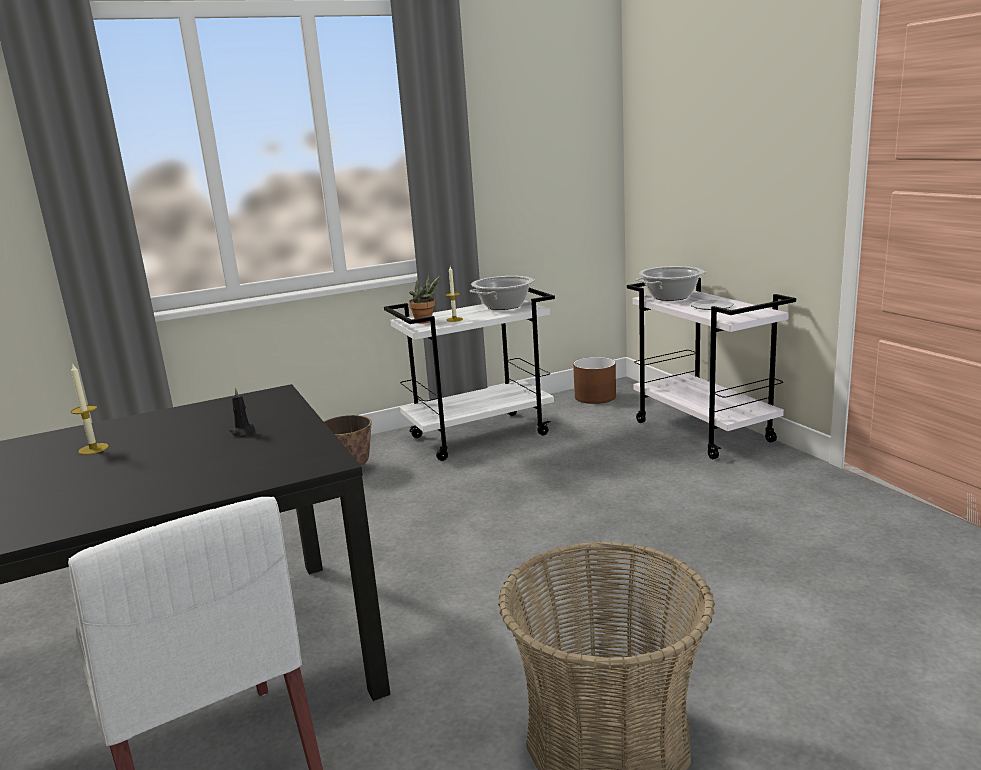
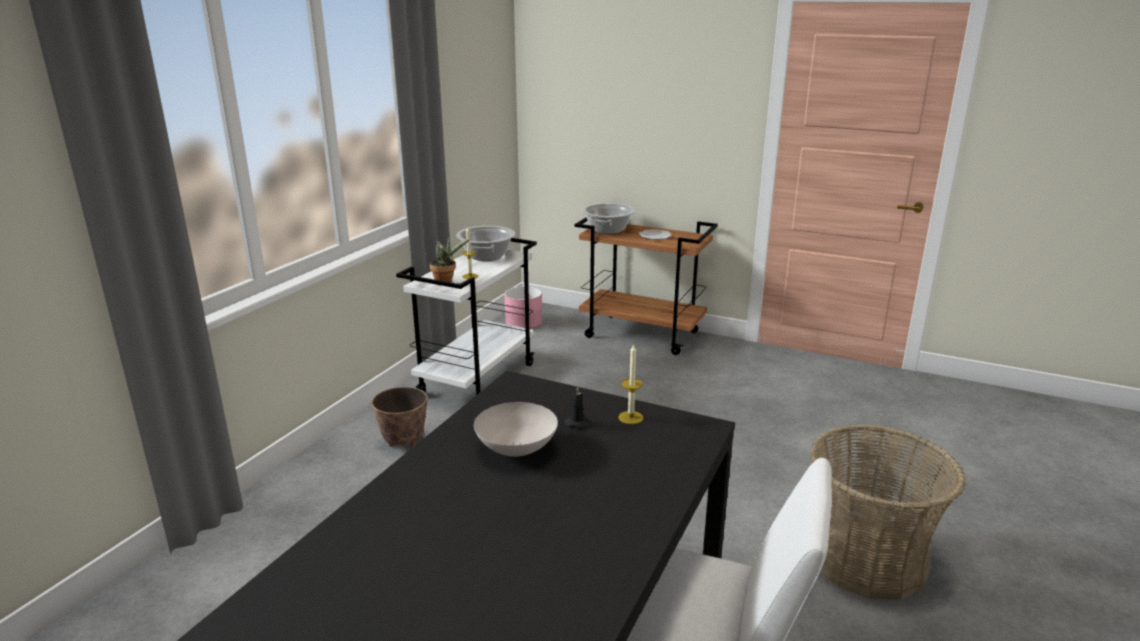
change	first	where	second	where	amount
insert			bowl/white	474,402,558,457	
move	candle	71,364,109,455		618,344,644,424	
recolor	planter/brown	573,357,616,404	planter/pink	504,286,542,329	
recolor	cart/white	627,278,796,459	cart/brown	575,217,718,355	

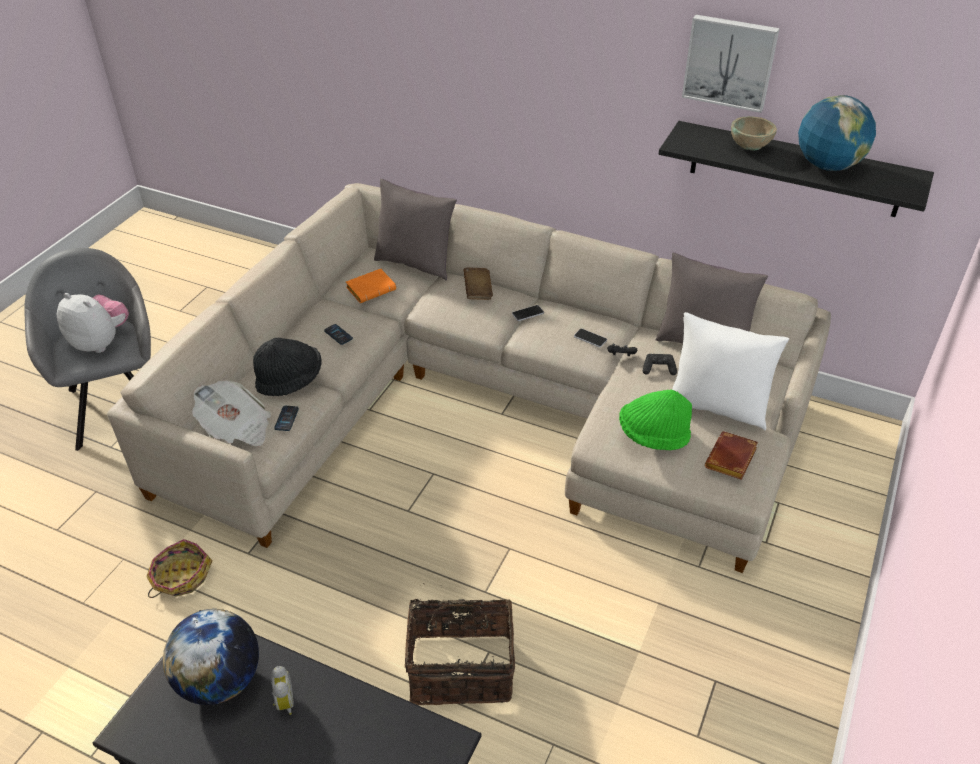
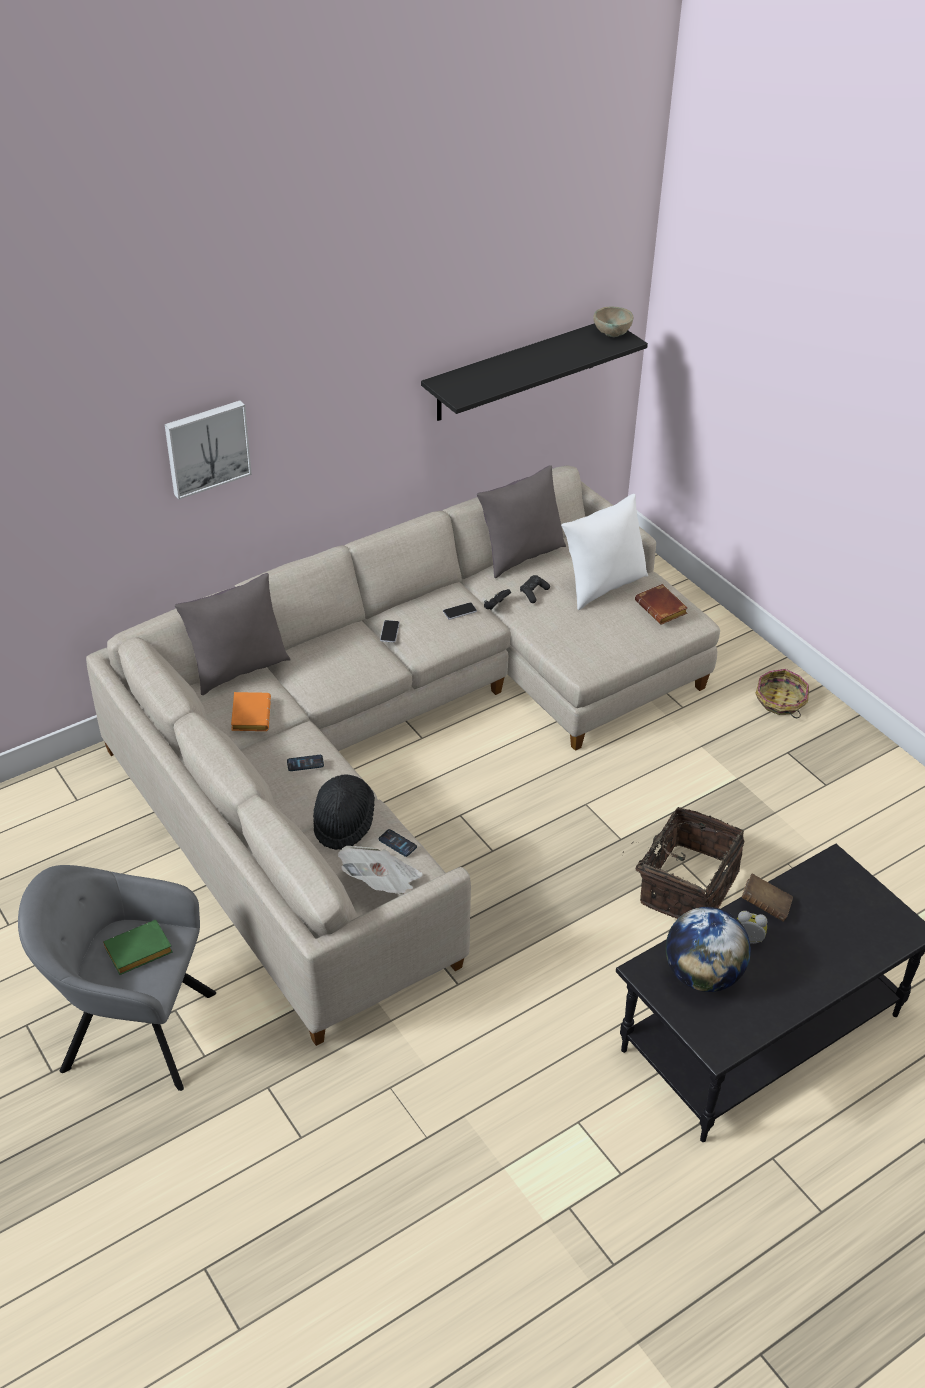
change	first	where	second	where	amount
delete	hat/green	619,390,692,450			
delete	globe	798,95,876,171			
move	basket	146,539,213,598		755,669,809,718	
move	book/brown	464,267,493,300		742,874,793,922	
move	picture	682,15,780,113		165,400,252,500	
move	bowl/beige	731,116,777,151		593,307,633,337	
replace	plush toy	57,293,129,353	book/green	103,920,173,975	

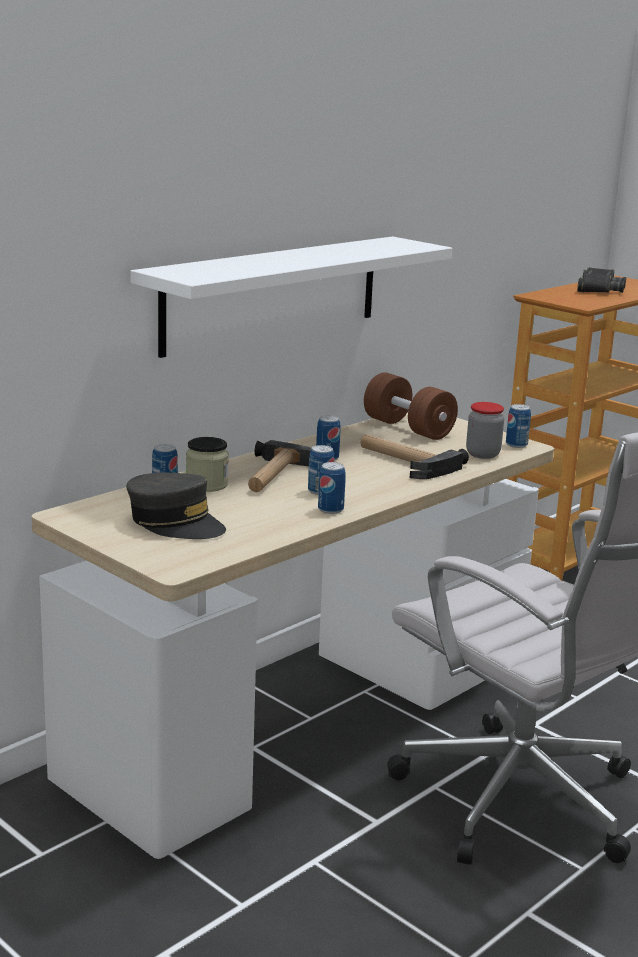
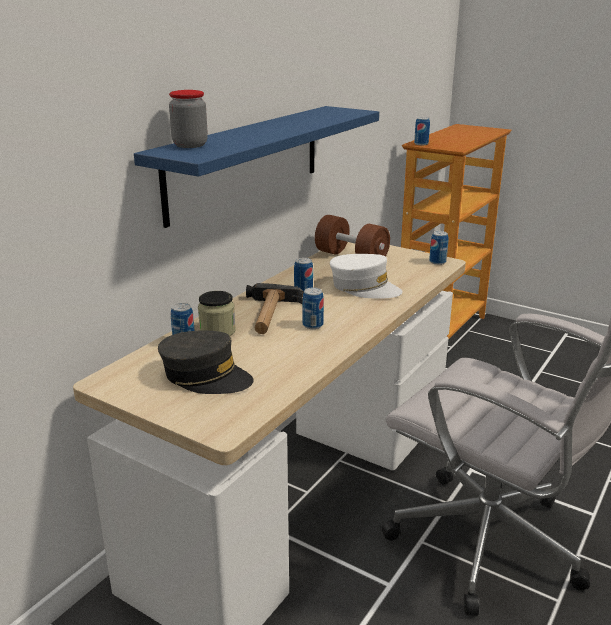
change	first	where	second	where	amount
delete	binoculars/black	577,267,626,293			
move	can	318,462,346,514		414,117,430,145	
move	jar	466,402,504,459		169,90,208,148	
replace	hammer	361,434,469,479	cap/white	330,254,403,299	
recolor	shelf/white	130,236,452,358	shelf/blue	134,106,379,228	

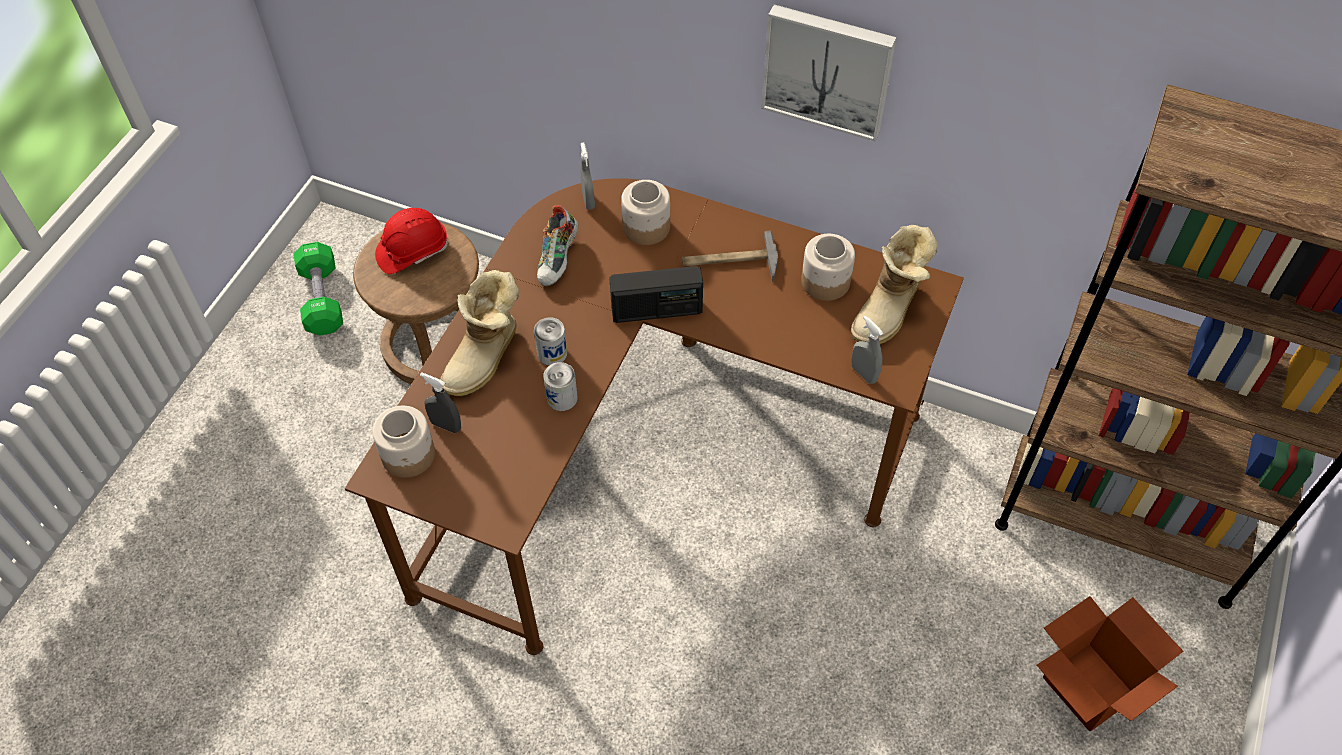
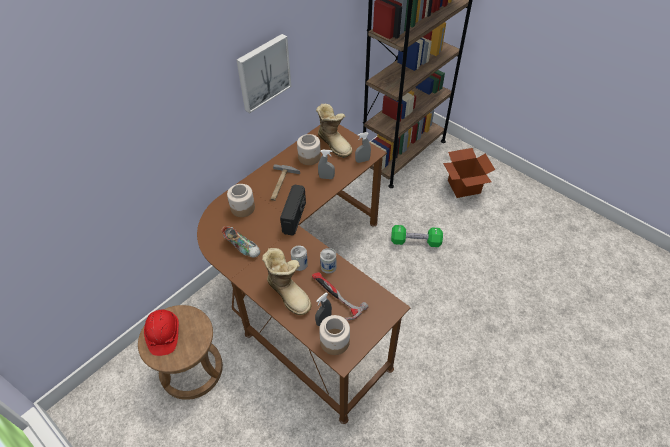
change	first	where	second	where	amount
insert			hammer	312,272,368,320	
move	dumbbell/green	294,242,343,336		391,225,443,247	
move	spray bottle/grey	580,142,595,210		318,150,335,179	

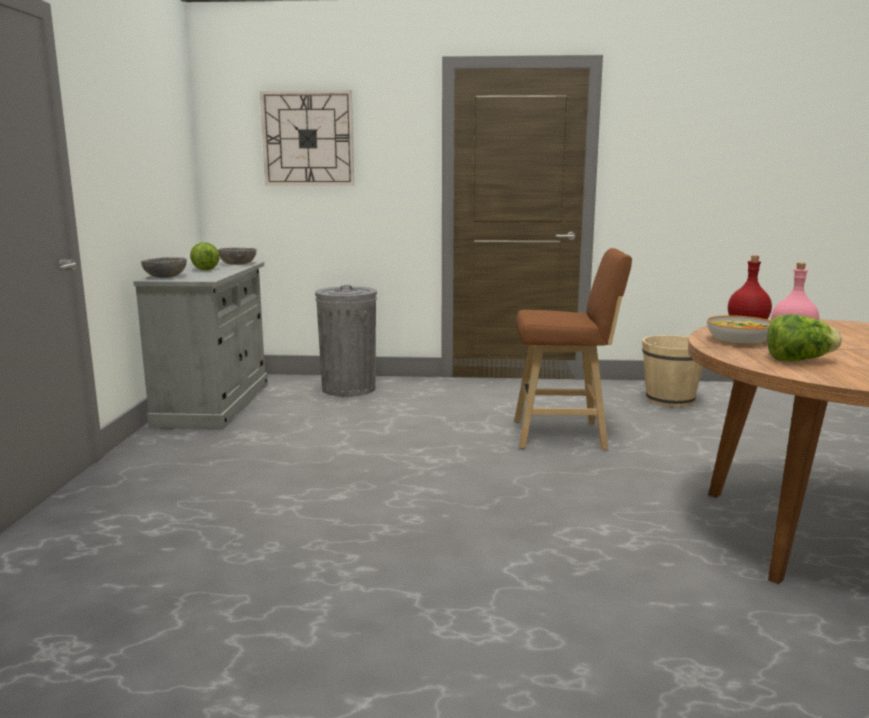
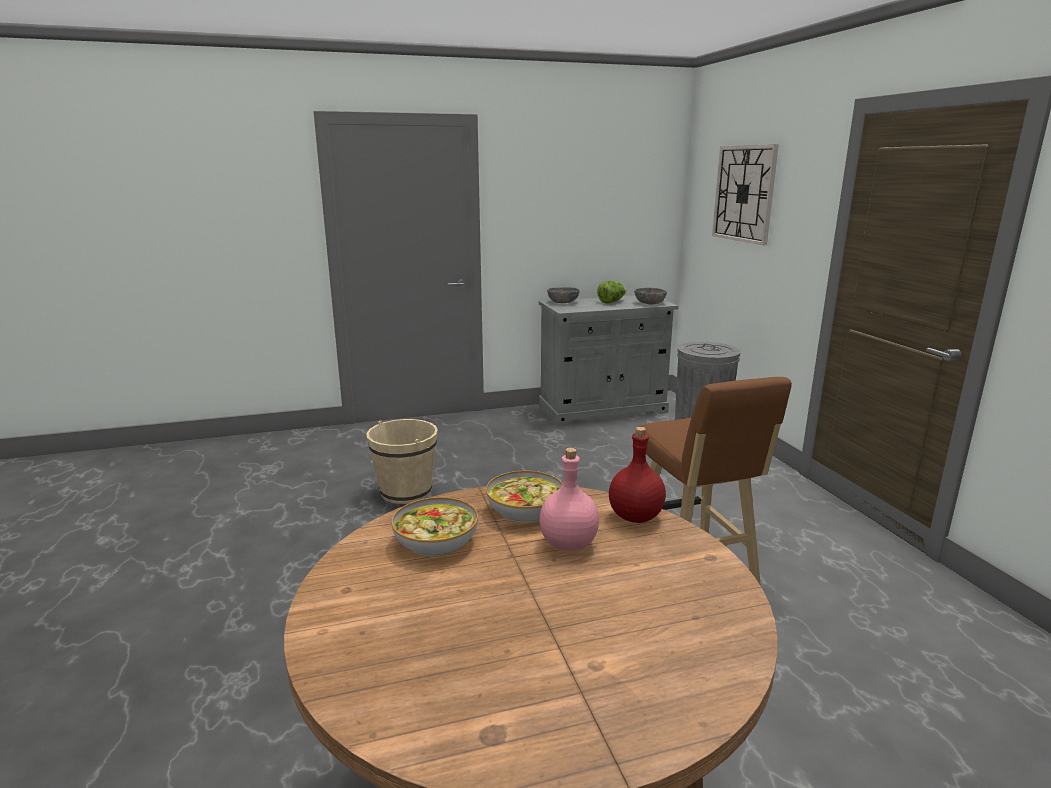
change	first	where	second	where	amount
move	bucket/beige	642,335,703,407		366,419,438,504	
replace	lettuce	767,314,842,362	bowl	392,497,478,557	

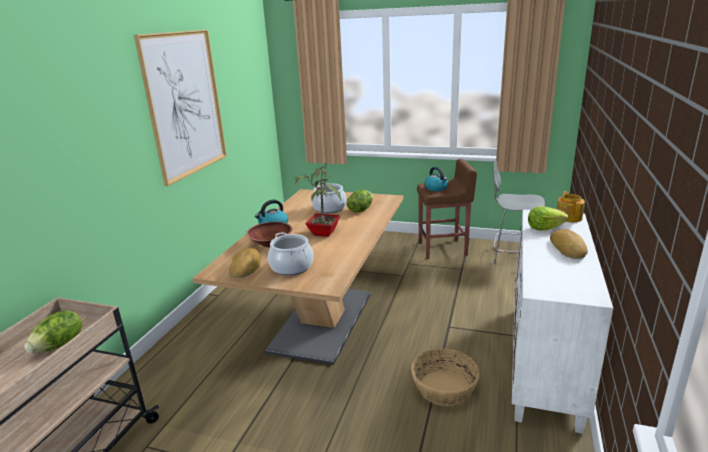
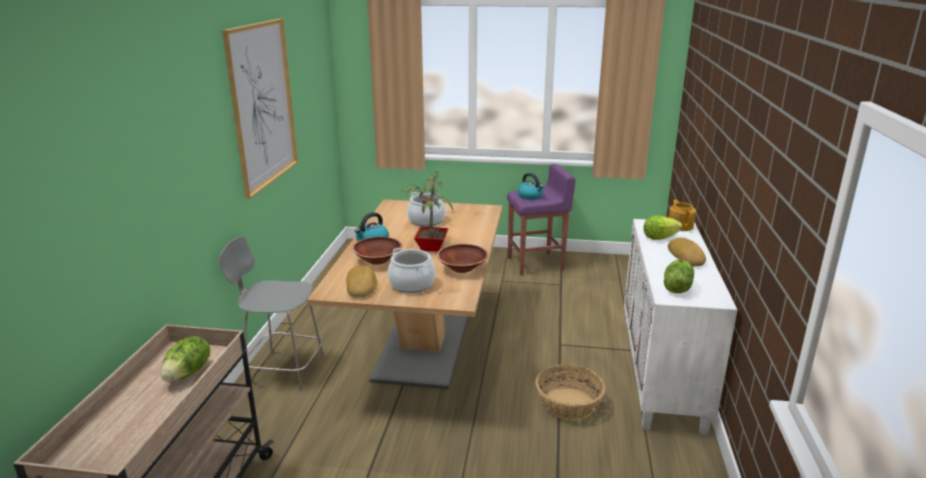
change	first	where	second	where	amount
insert			bowl/brown	437,244,488,273	
move	lettuce	347,190,373,212		664,260,694,293	
move	chair/grey	493,161,545,264		219,237,325,391	
recolor	stool/brown	417,159,477,259	stool/purple	507,164,575,275	

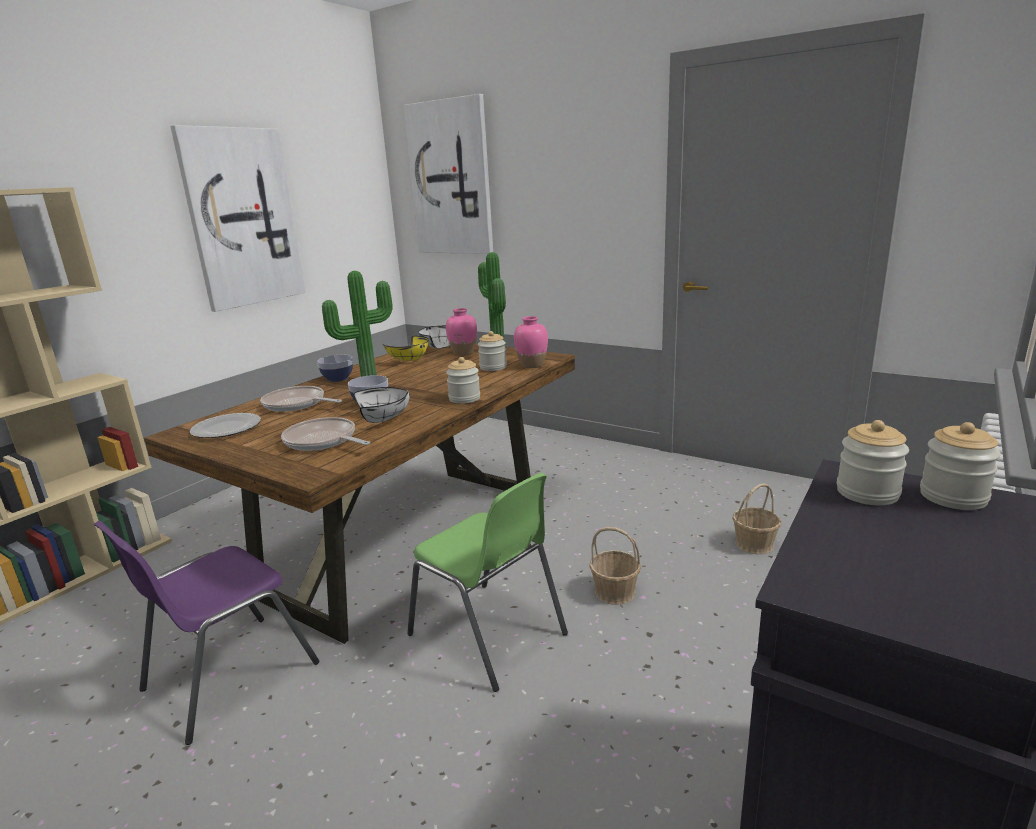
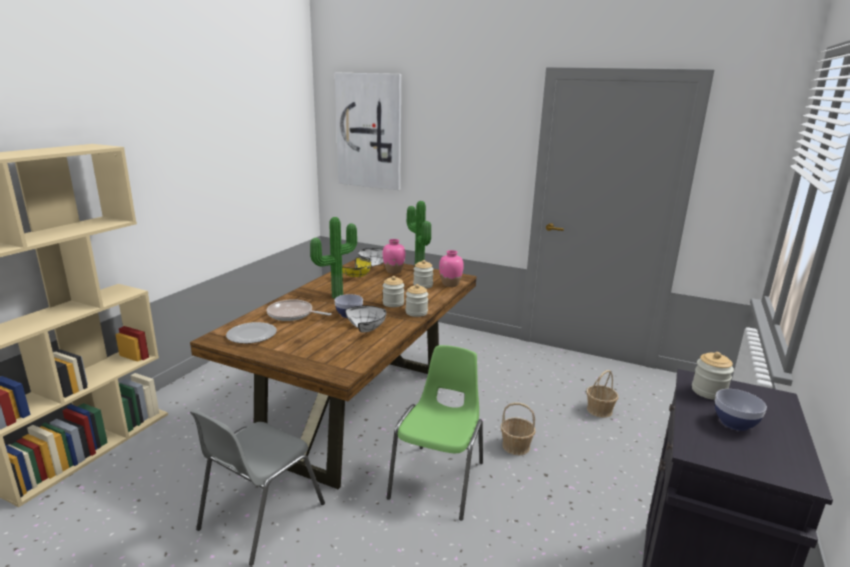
change	first	where	second	where	amount
delete	picture	170,125,306,312			
delete	frying pan	281,417,370,451			
move	bowl	317,355,353,382		715,389,767,431	
move	jar	920,422,1001,510		383,276,405,307	
recolor	chair/purple	94,521,319,745	chair/grey	190,409,325,566	
rotate	chair/green	407,473,568,692		387,345,483,521	105 degrees counterclockwise

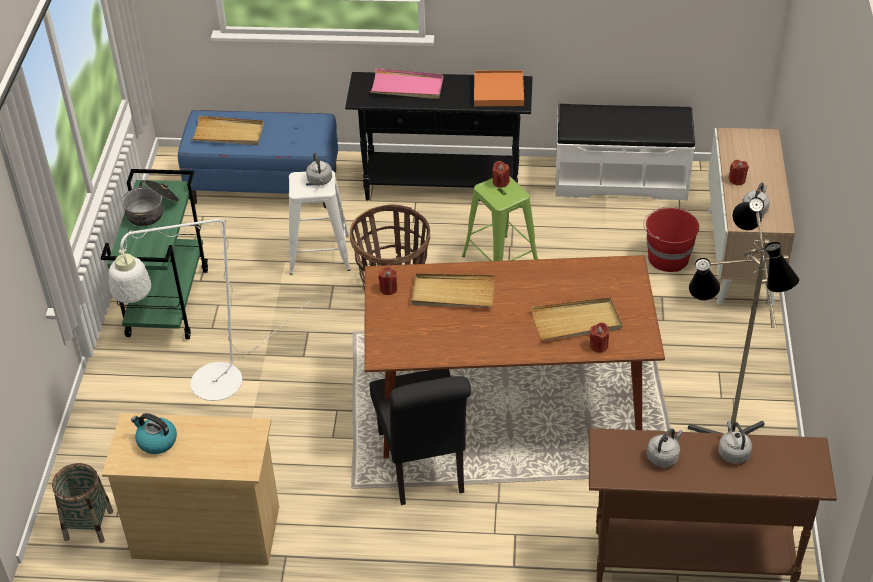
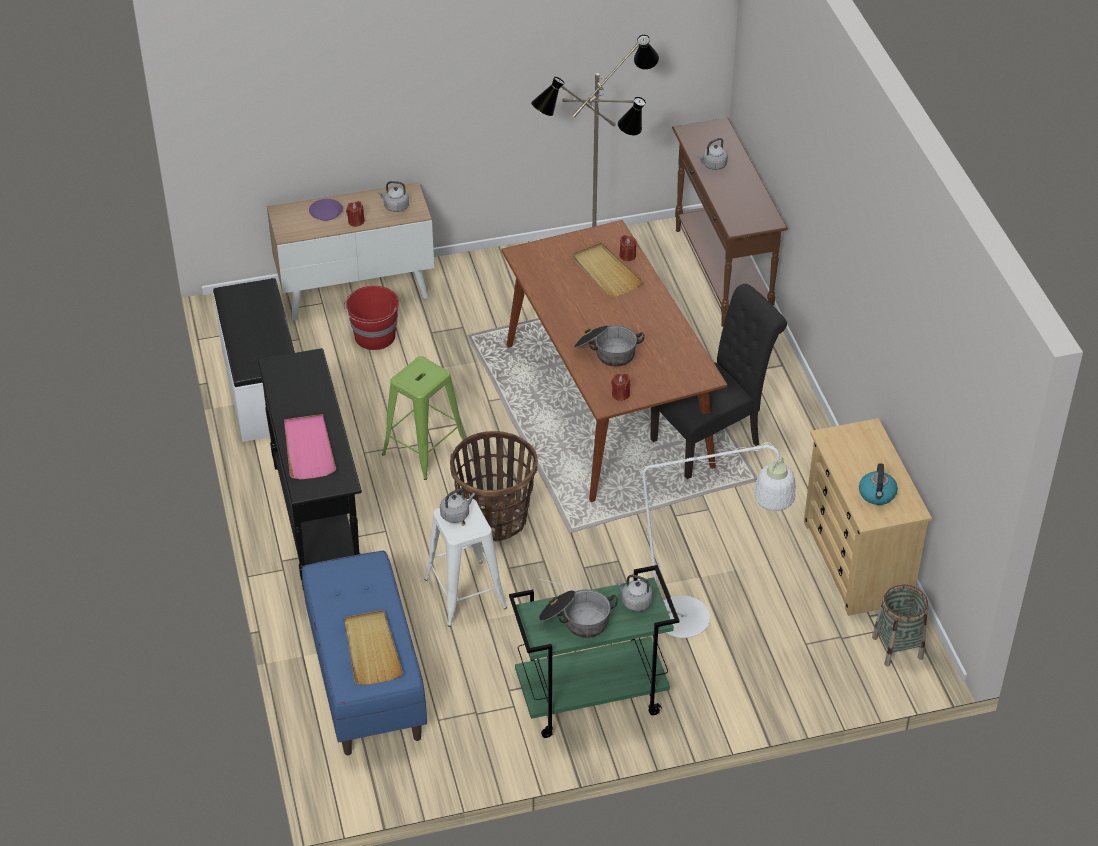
change	first	where	second	where	amount
delete	tray/orange	474,70,524,106			
delete	candle/red	492,161,510,188			
insert			plate/purple	309,199,343,221	
move	kettle/grey	647,428,683,467		616,575,653,611	
replace	tray/beige	411,273,495,307	cooking pot	574,325,645,367	

